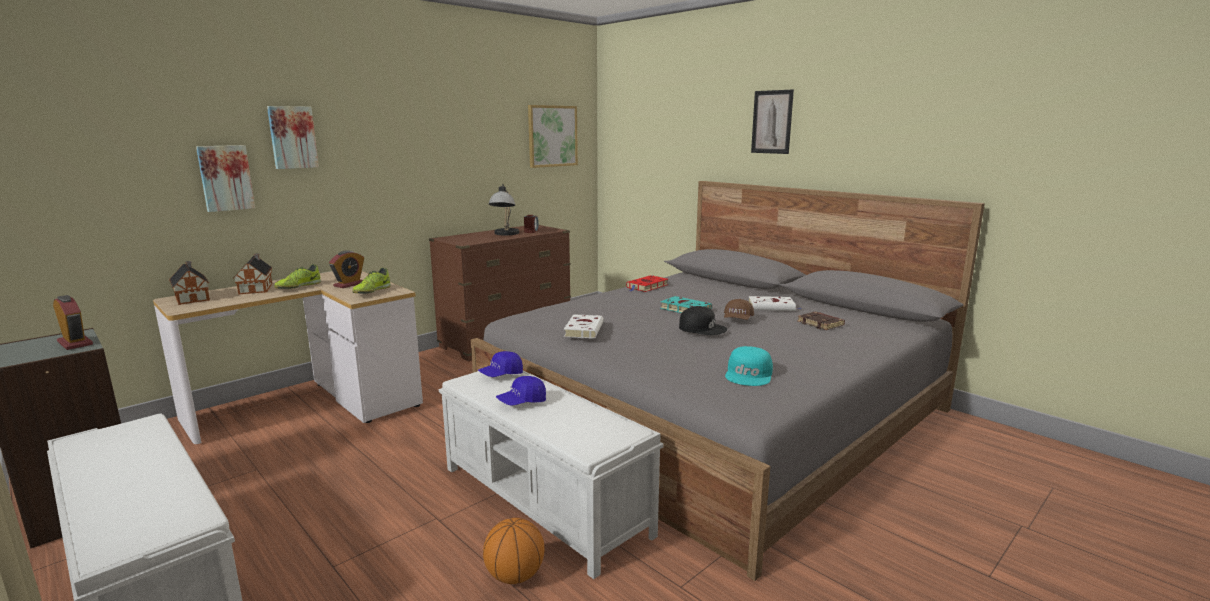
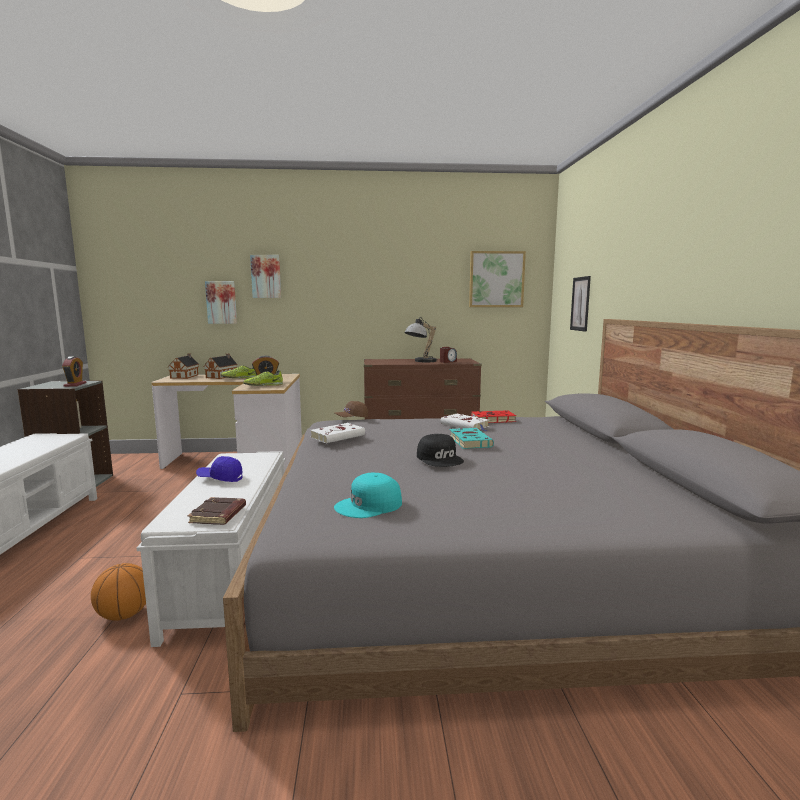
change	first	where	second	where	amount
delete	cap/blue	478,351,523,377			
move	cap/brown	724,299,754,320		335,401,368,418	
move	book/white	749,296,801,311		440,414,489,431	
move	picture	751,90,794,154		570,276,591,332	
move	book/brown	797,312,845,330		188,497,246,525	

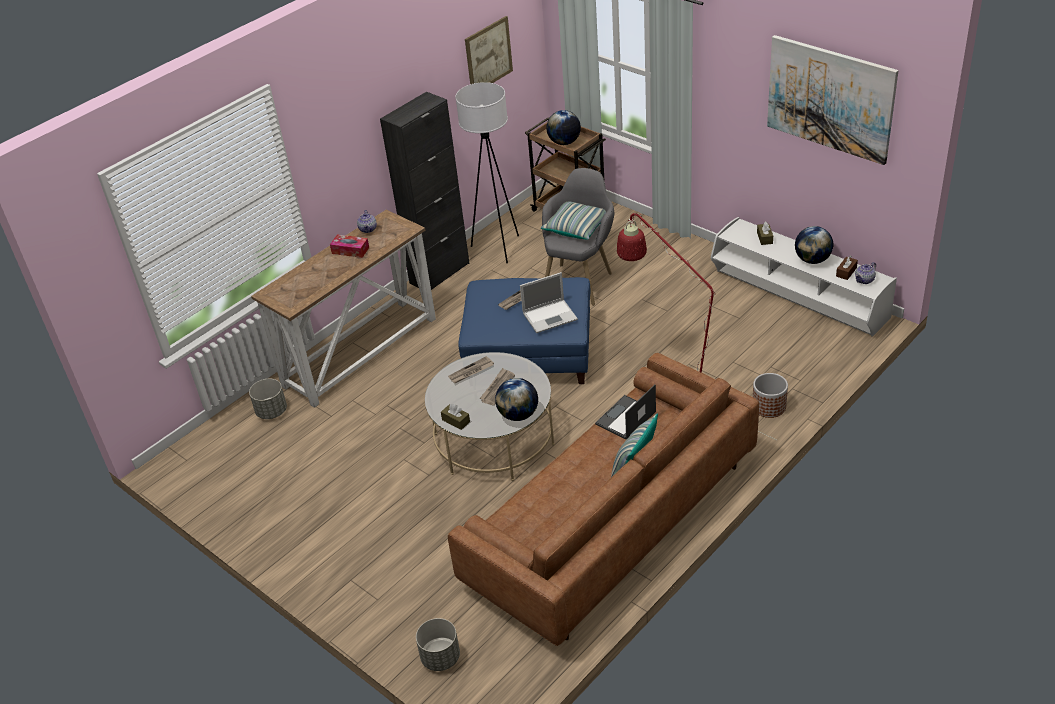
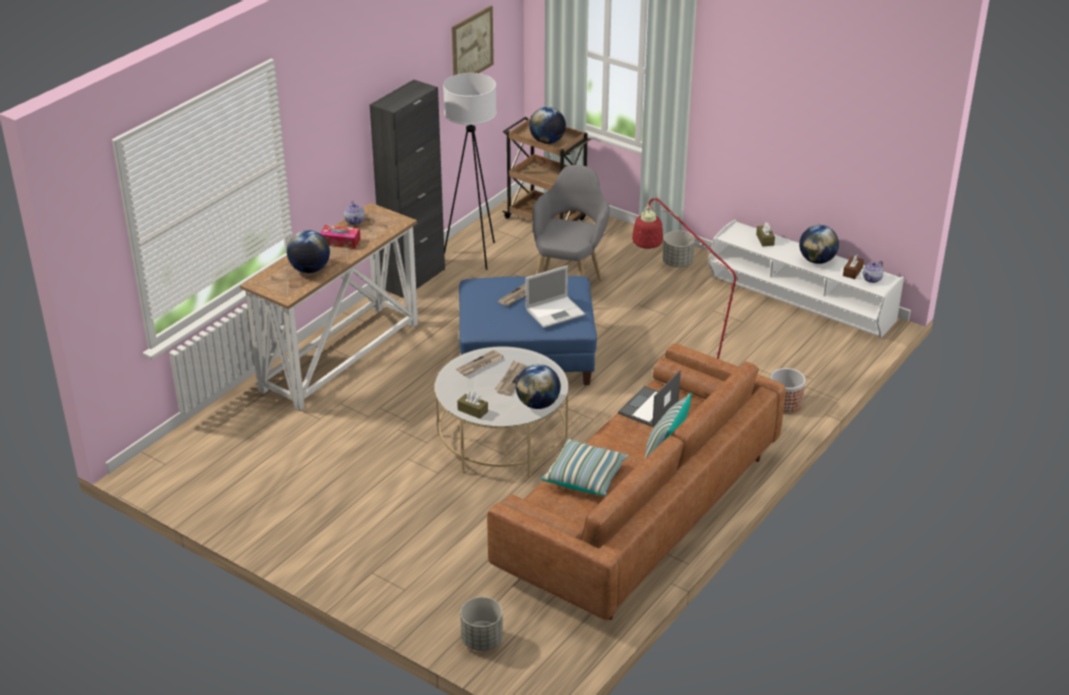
change	first	where	second	where	amount
delete	picture	767,35,898,165			
insert			globe	287,230,330,273	
move	planter/grey	249,379,287,419		663,231,695,268	
move	pillow	541,202,606,240		540,438,629,496	

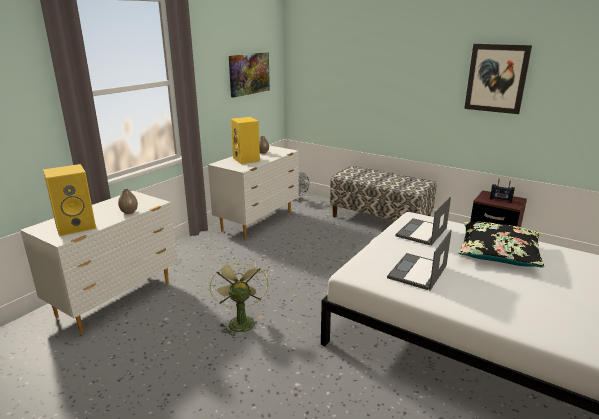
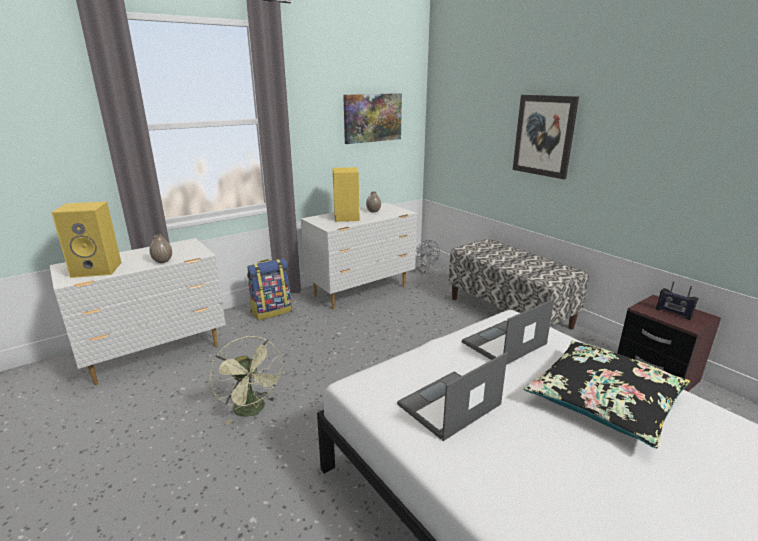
change	first	where	second	where	amount
insert			backpack	247,258,292,320	
move	picture	464,44,532,114		513,95,579,179	
rotate	fan/green	210,258,269,338		209,336,285,424	135 degrees clockwise

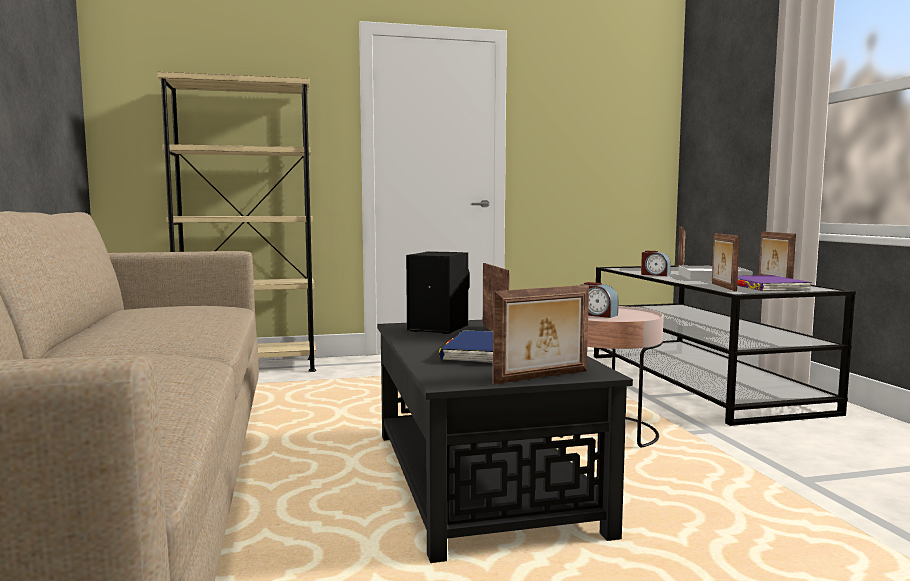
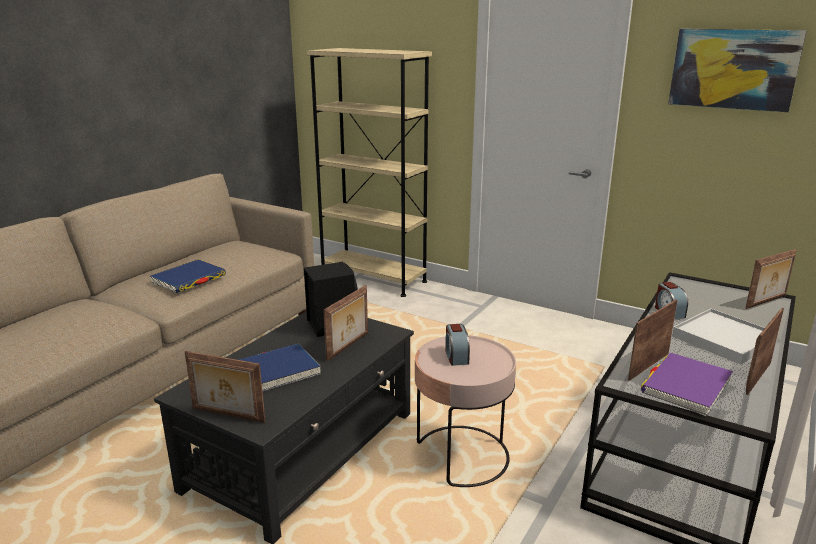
change	first	where	second	where	amount
insert			book/blue	150,259,226,293	
insert			picture	668,29,807,112	

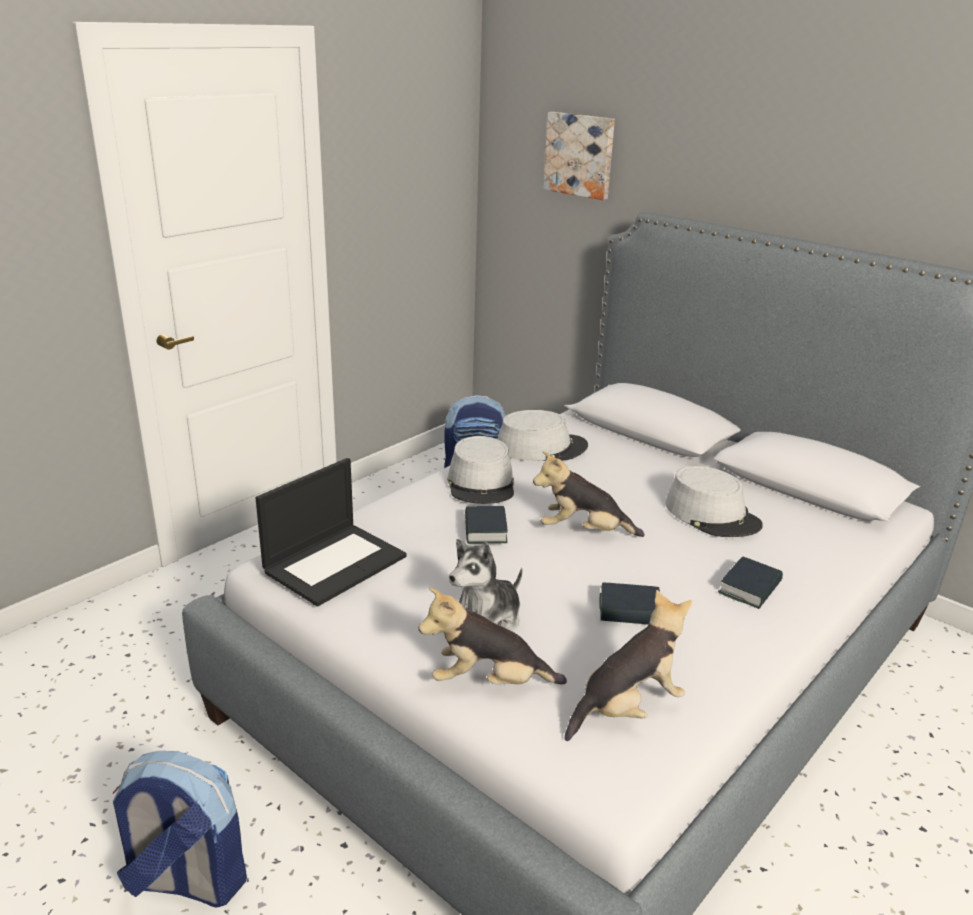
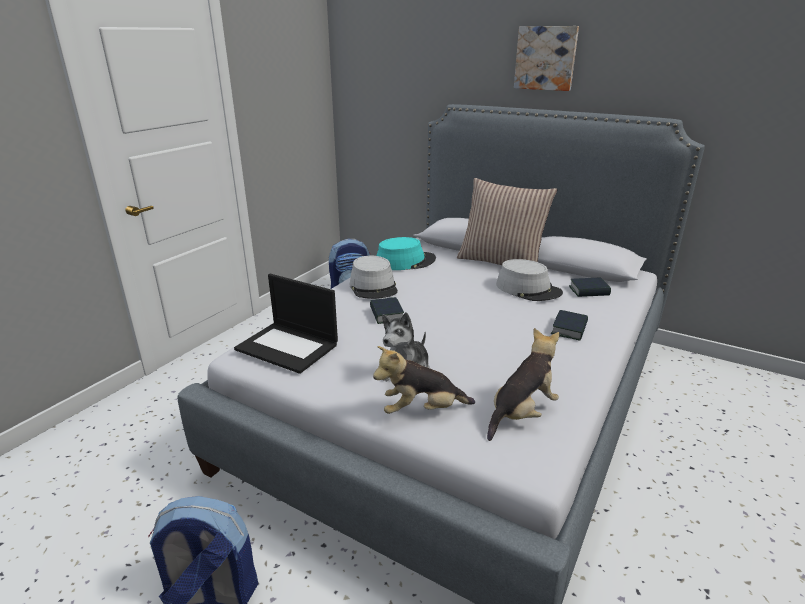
change	first	where	second	where	amount
delete	plush toy	533,451,645,537			
insert			pillow	457,178,558,265	
move	picture	543,112,615,200		514,26,579,91	
move	book	599,583,660,625		569,278,611,297	
recolor	hat/grey	498,410,588,461	hat/turquoise	377,237,436,270	
rotate	laptop	255,458,407,607		234,274,338,374	90 degrees clockwise

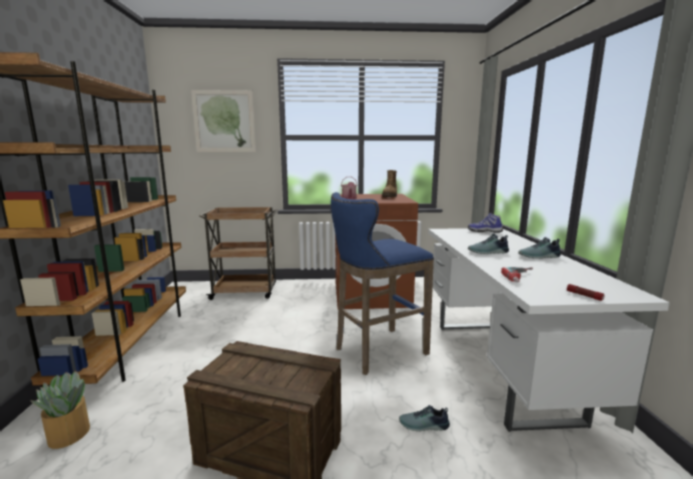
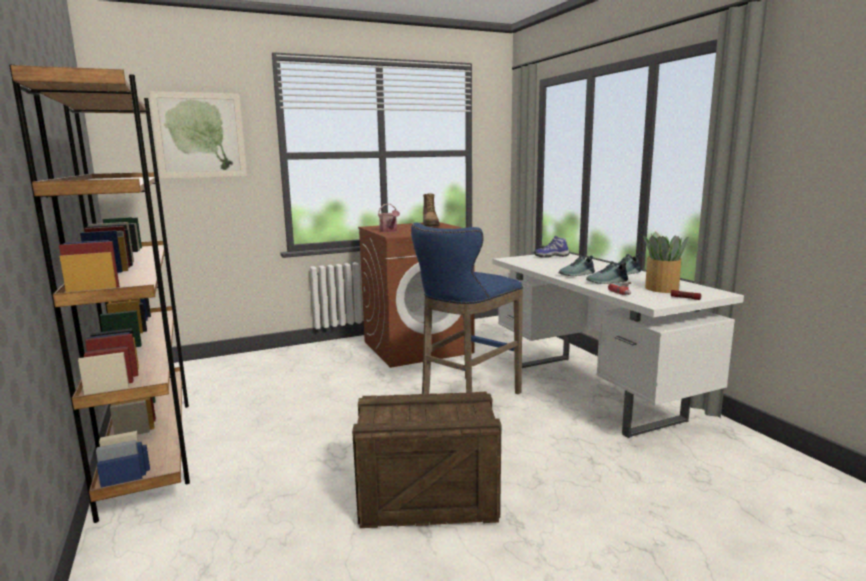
change	first	where	second	where	amount
delete	cart/brown	199,207,278,300			
move	potted plant	30,371,90,449		643,231,689,293	
move	shoe	399,405,450,432		586,261,628,284	

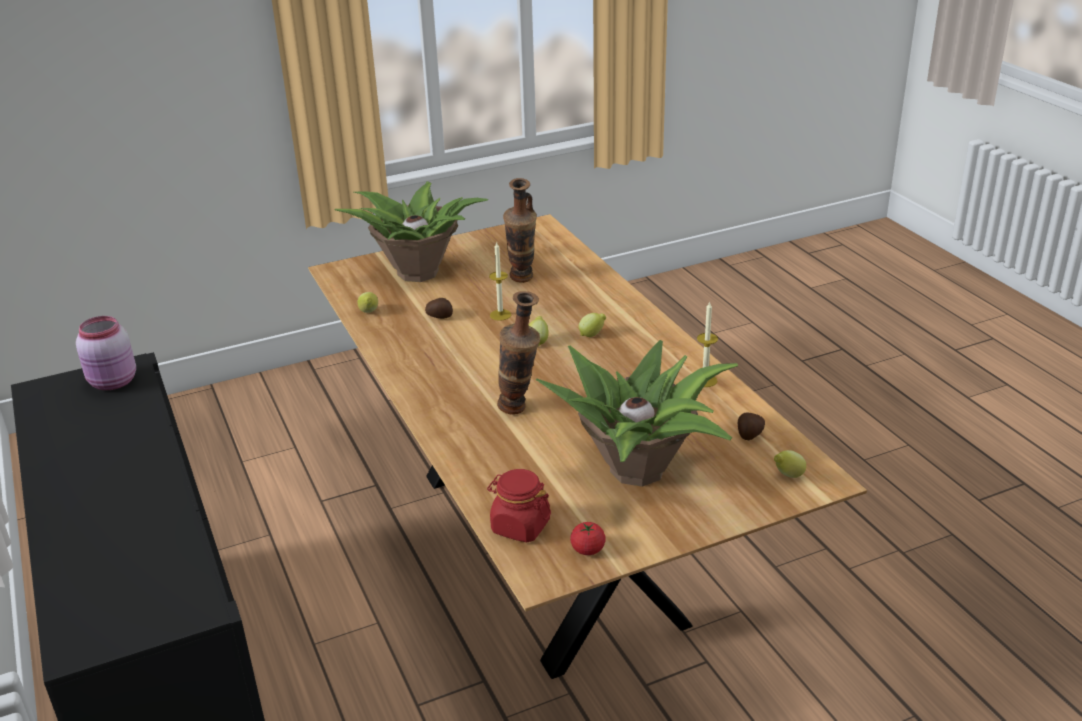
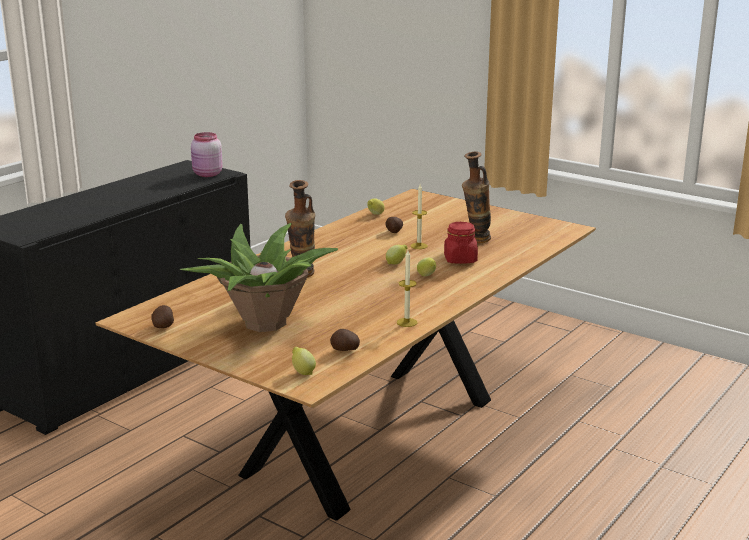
change	first	where	second	where	amount
delete	potted plant	335,181,488,282			
move	jar/red	487,469,551,542		444,222,478,264	
replace	tomato	570,522,606,555	potato	151,305,174,328	

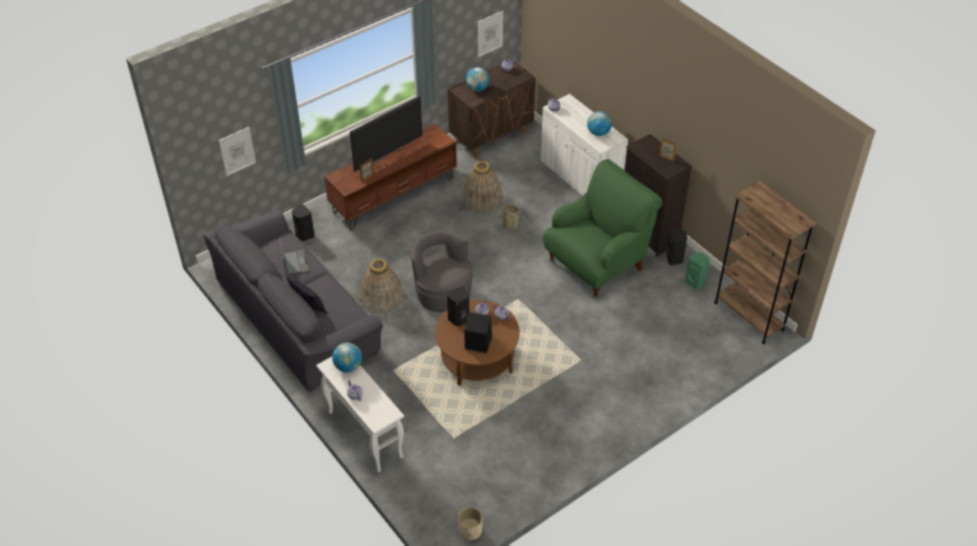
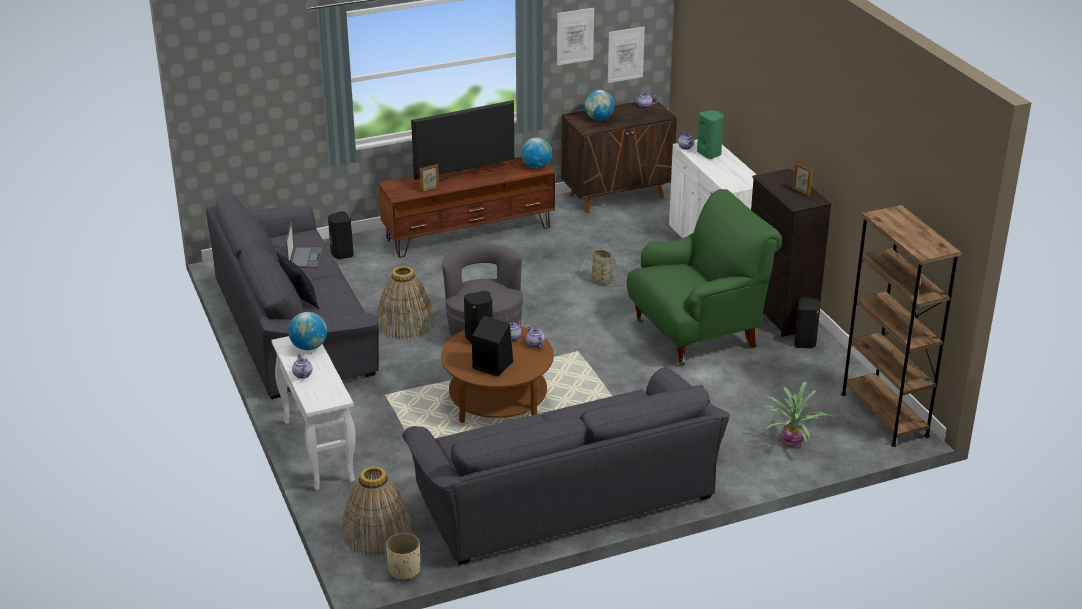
change	first	where	second	where	amount
insert			sofa/grey	403,367,730,565	
insert			potted plant	765,382,834,447	
move	picture	219,127,256,176		557,8,594,65	
move	basket	462,161,503,213		342,466,412,556	
move	globe	587,111,612,136		521,137,552,168	
move	speaker/green	685,252,710,290		697,110,724,159	

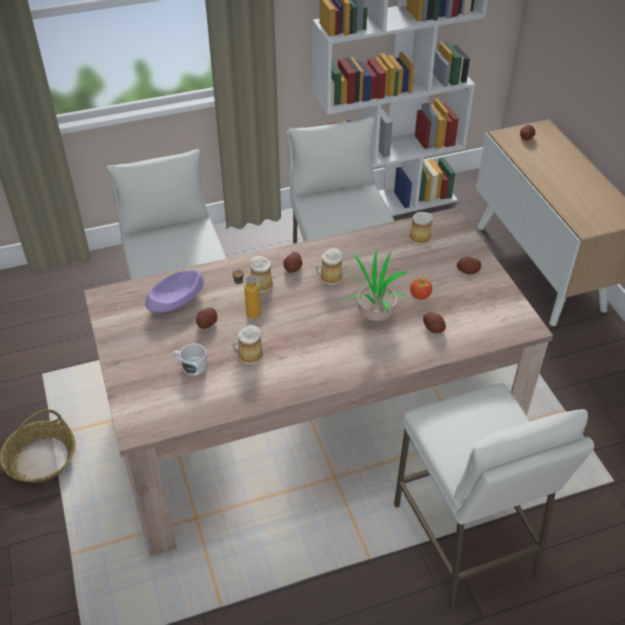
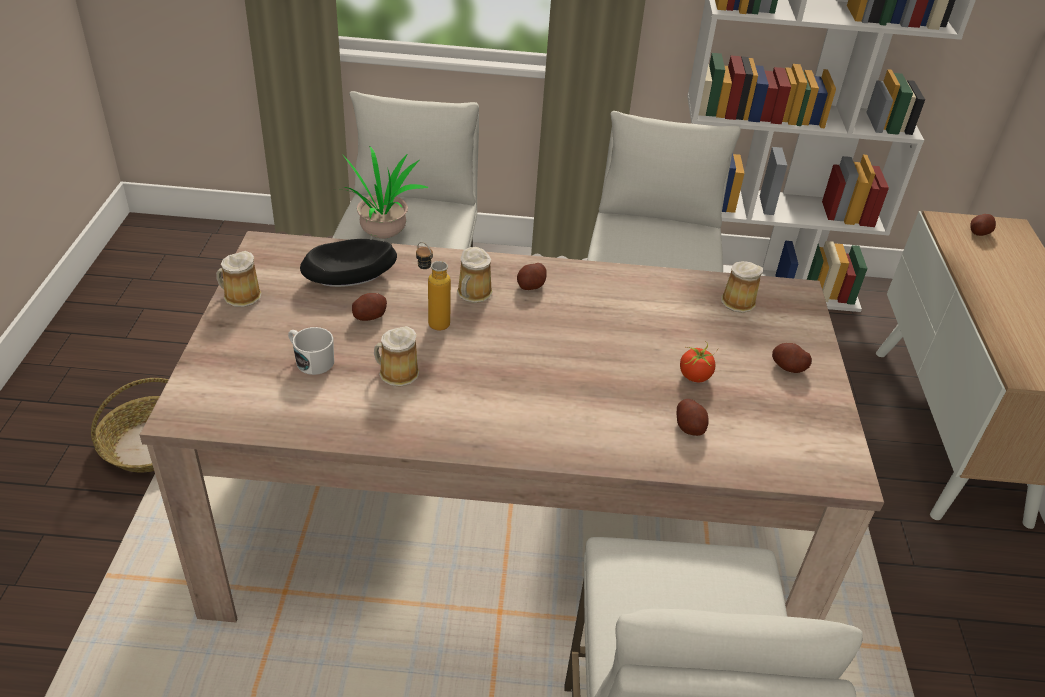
change	first	where	second	where	amount
move	mug	316,248,343,285		216,251,261,307	
move	potted plant	342,248,408,321		337,146,429,239	
recolor	bowl/purple	145,270,204,313	bowl/black	300,239,397,287	

